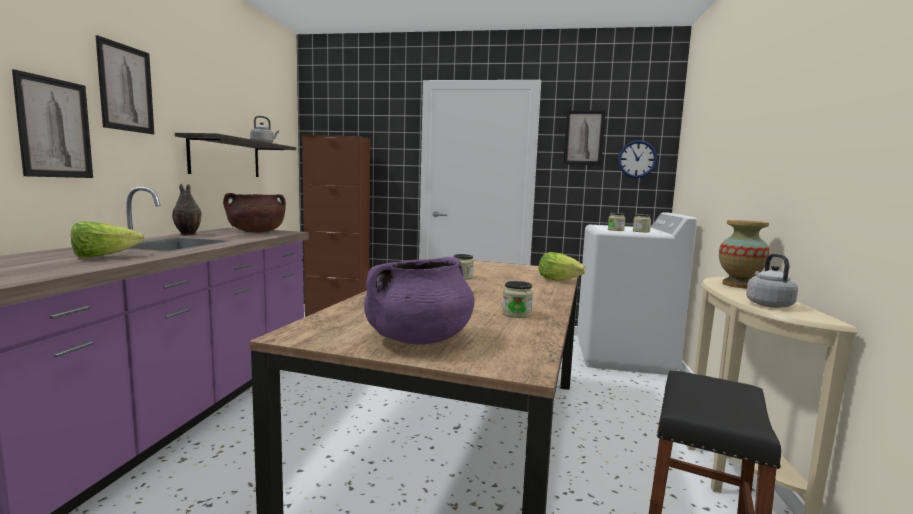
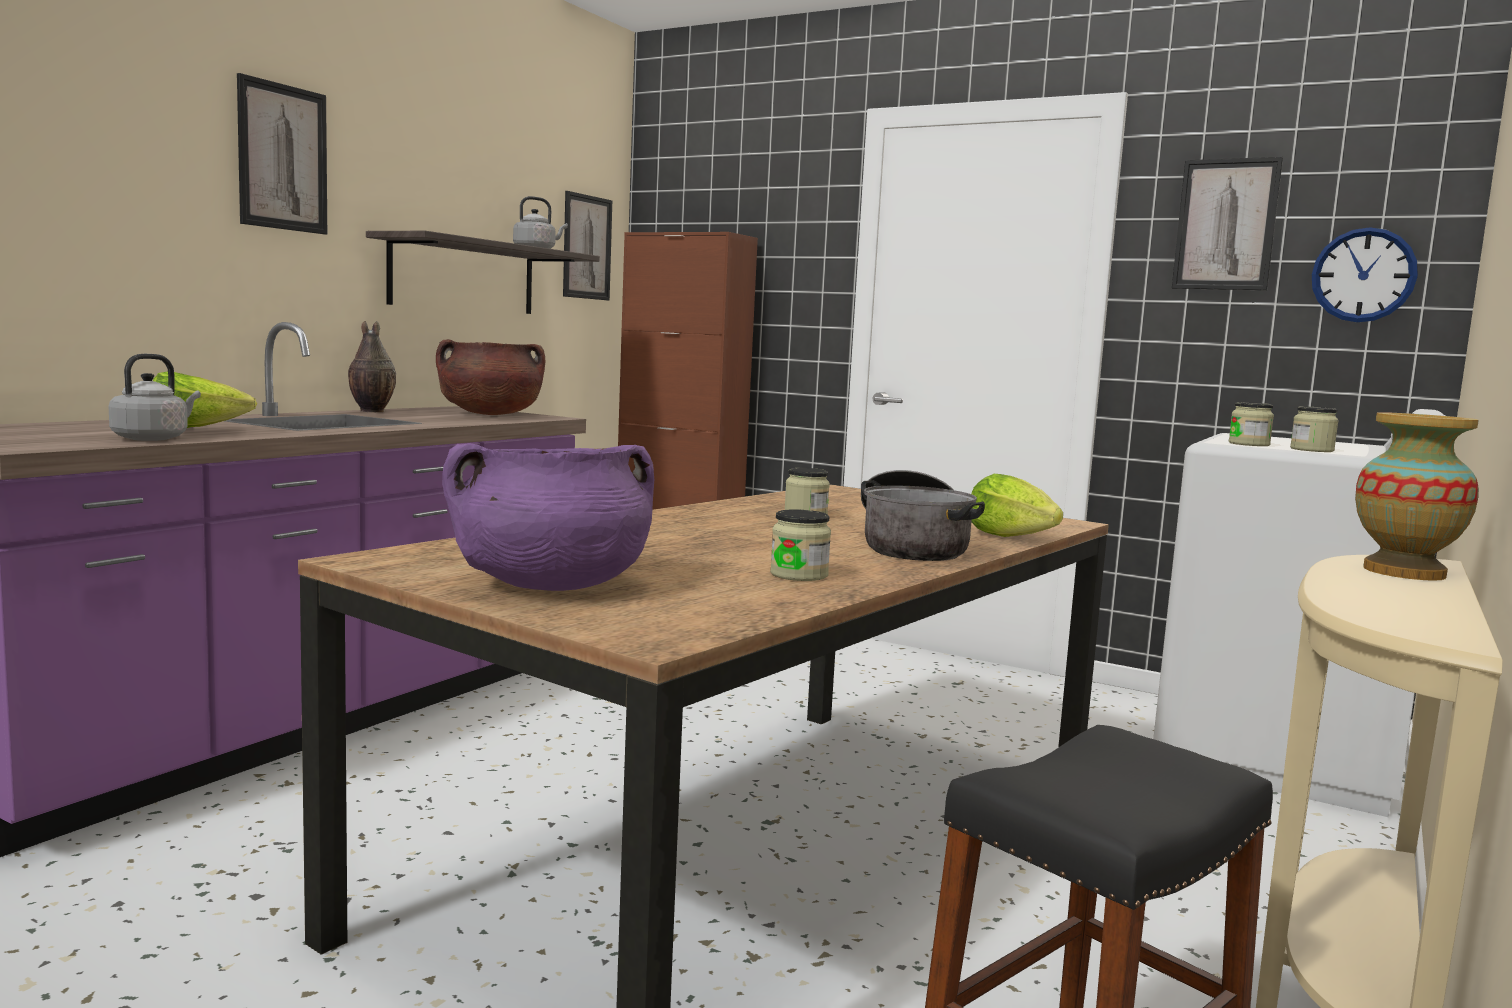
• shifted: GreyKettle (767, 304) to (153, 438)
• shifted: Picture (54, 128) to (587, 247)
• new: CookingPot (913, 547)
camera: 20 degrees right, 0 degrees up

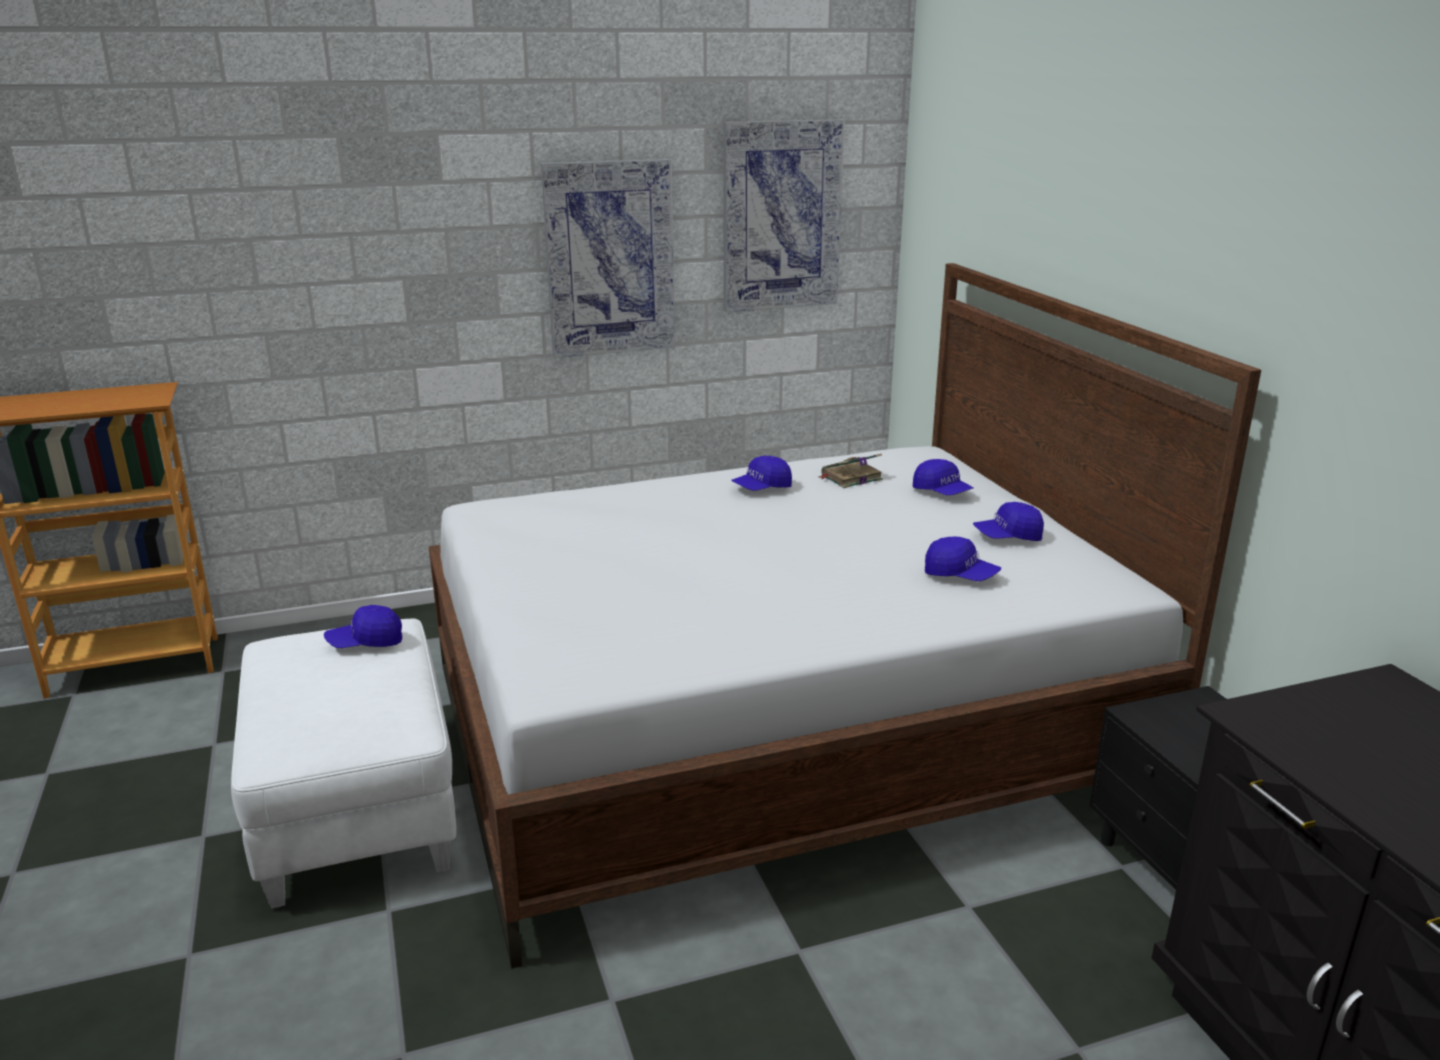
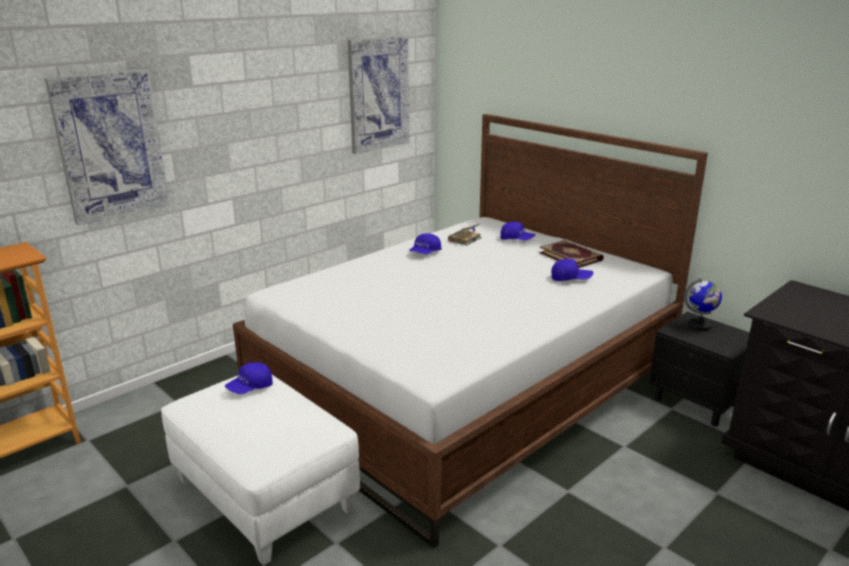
• shifted: Picture (609, 258) to (110, 146)
• swapped: BlueCap (1007, 537) to Book (571, 256)
• new: Globe (700, 326)
camera: 25 degrees left, 0 degrees up

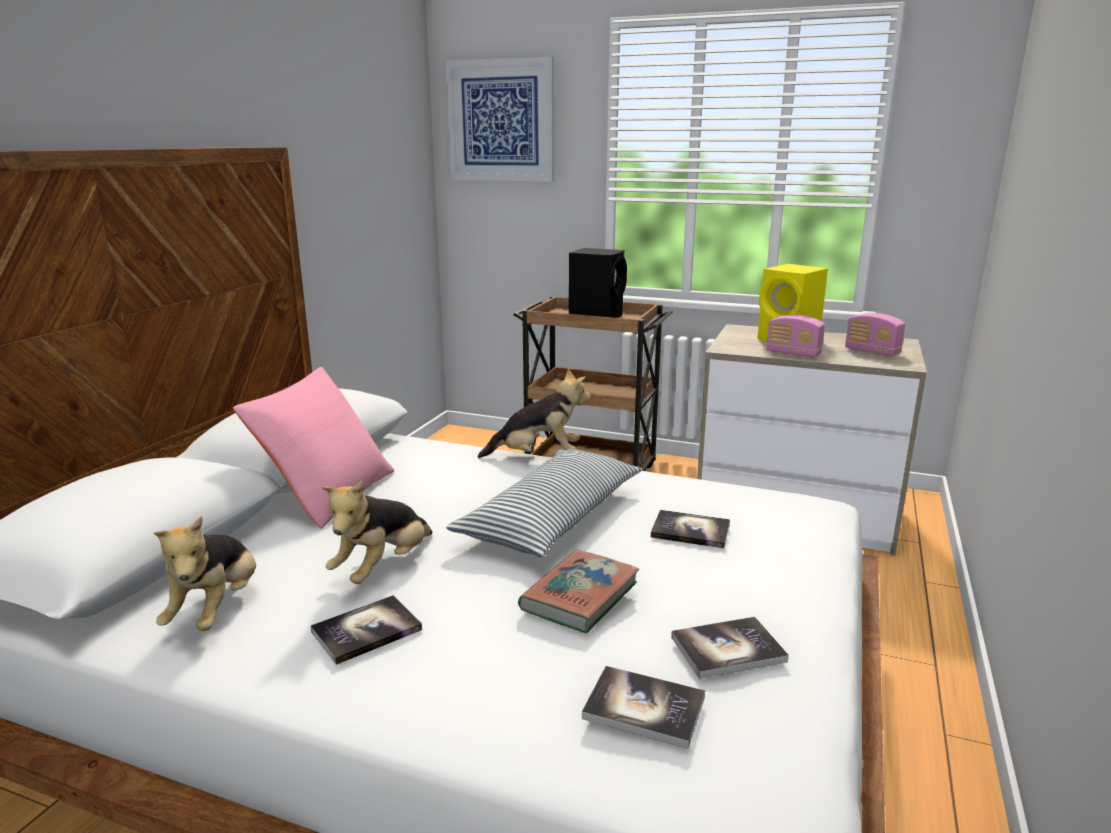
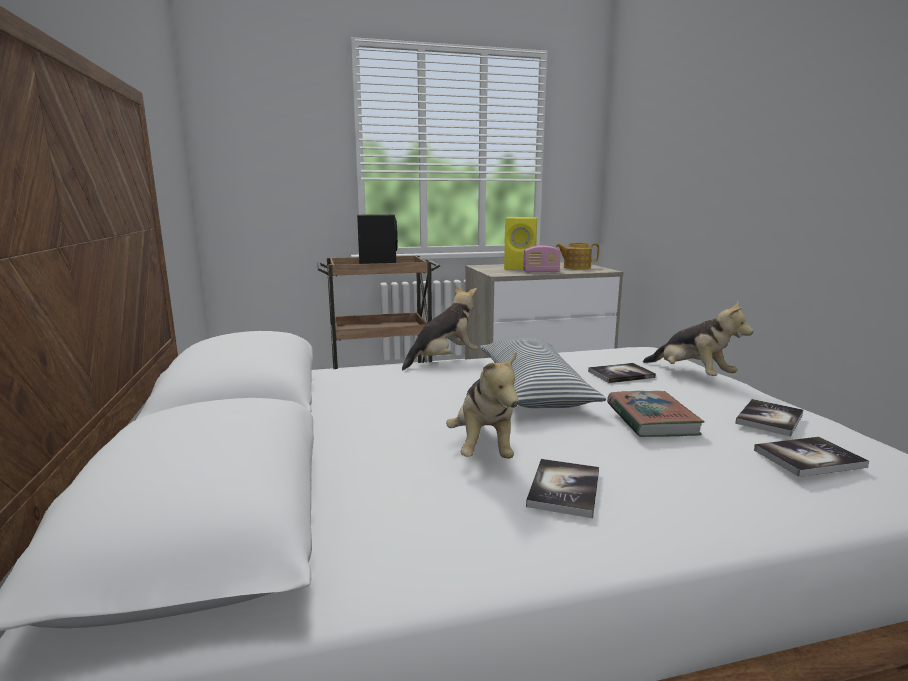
• swapped: Radio (872, 352) to Teapot (576, 267)
• shifted: PlushToy (217, 610) to (691, 375)
• gone: PinkPillow (326, 493)
• gone: Picture (501, 121)
camera: 35 degrees left, 5 degrees down

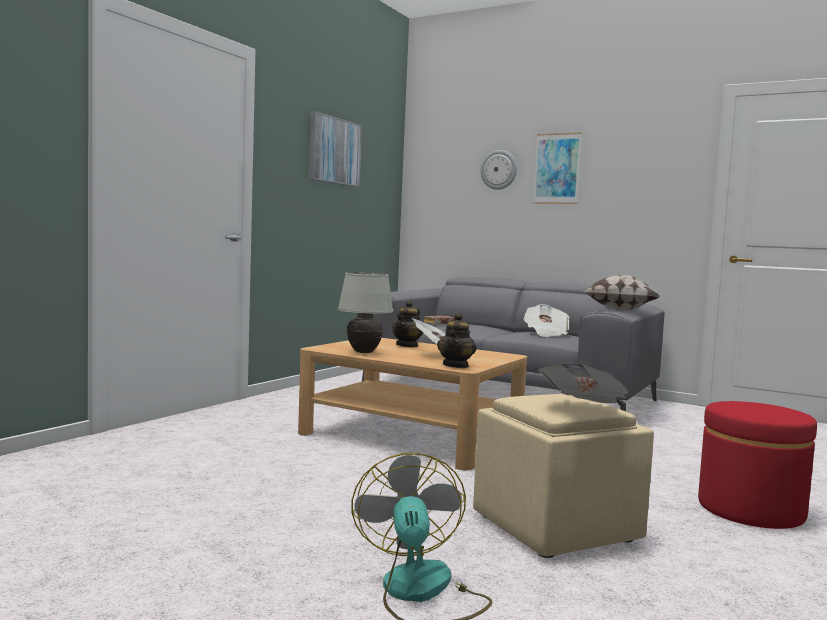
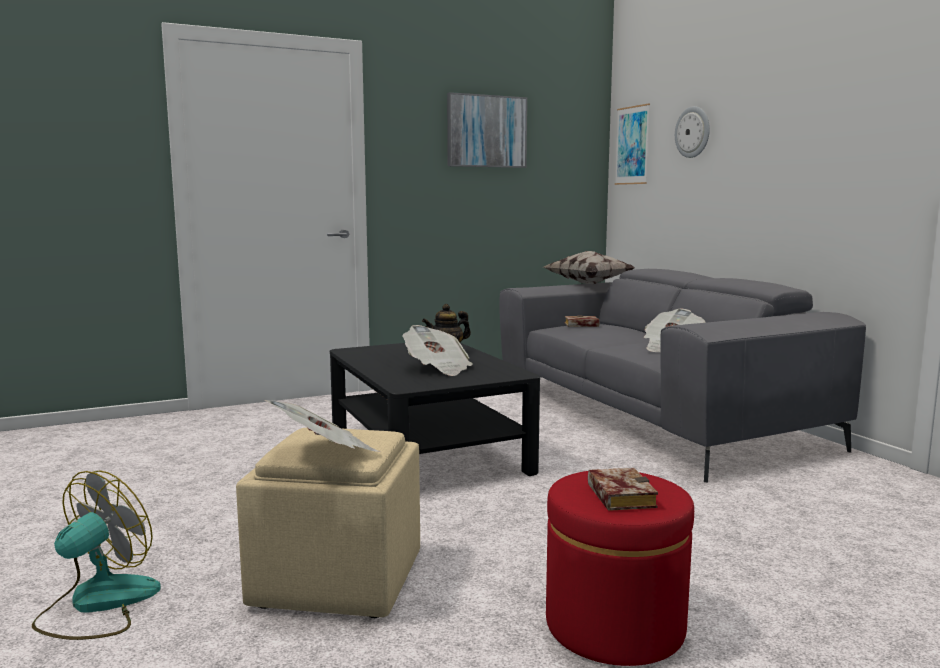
• repainted: BeigeCoffeeTable (411, 436) to BlackCoffeeTable (428, 451)
• shifted: Pillow (617, 309) to (588, 283)
• new: Book (617, 495)
• shifted: Picture (557, 168) to (632, 145)
• gone: WhiteTableLamp (364, 352)
• gone: Teapot (456, 365)
camera: 35 degrees right, 5 degrees up

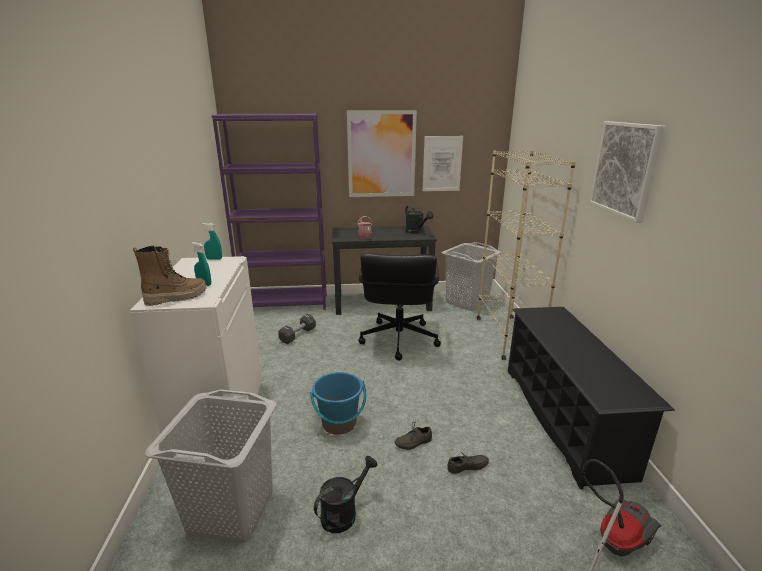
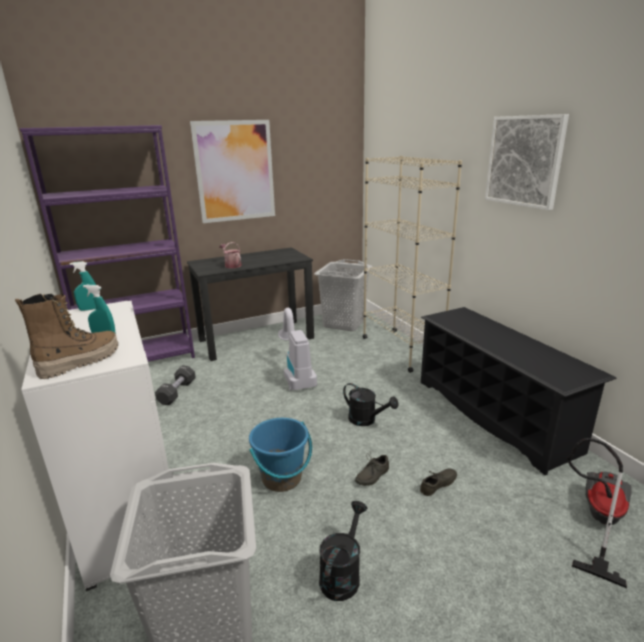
• swapped: BlackOfficeChair (398, 339) to VacuumCleaner (295, 374)
• shifted: BlackWateringCan (416, 232) to (367, 420)
• gone: Picture (442, 164)
camera: 20 degrees left, 0 degrees up

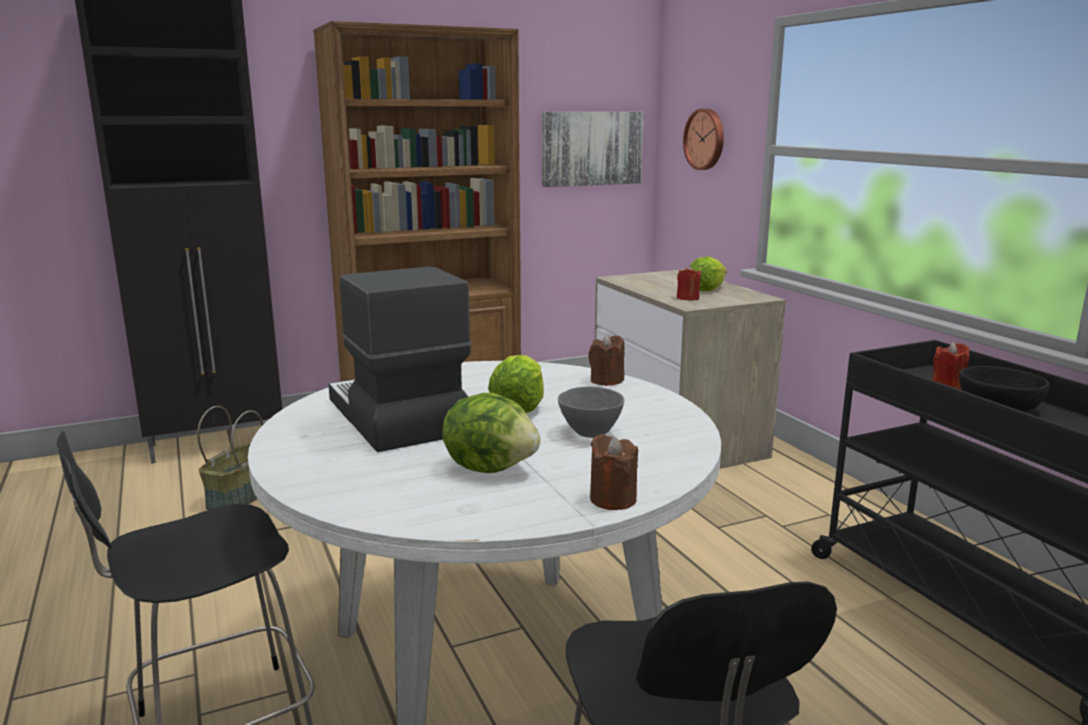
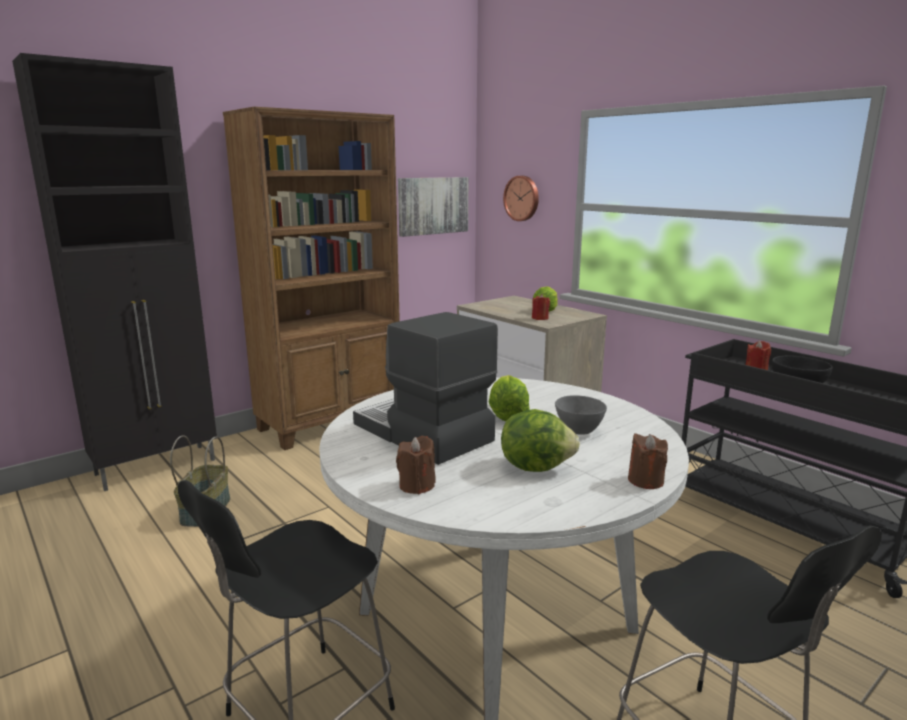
• shifted: BrownCandle (606, 381) to (417, 485)
camera: 15 degrees left, 0 degrees up

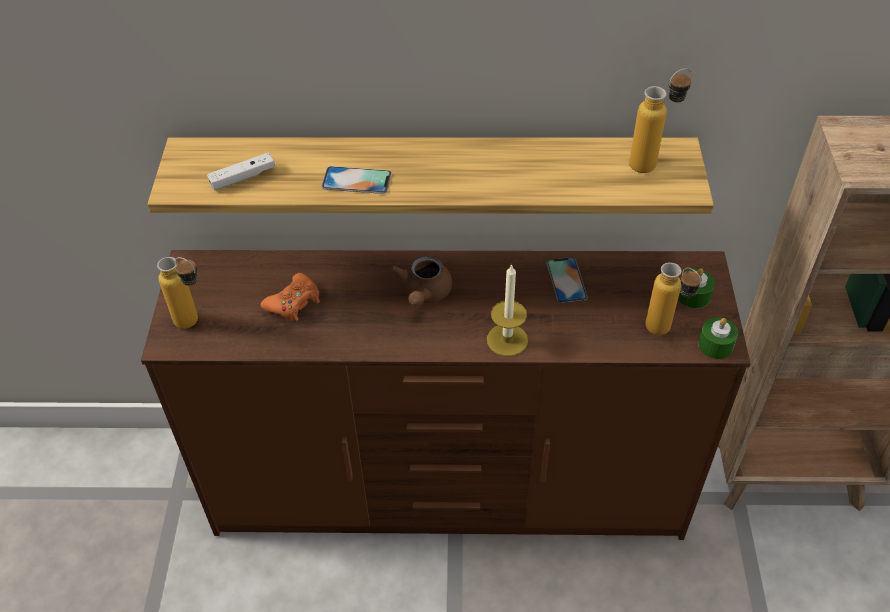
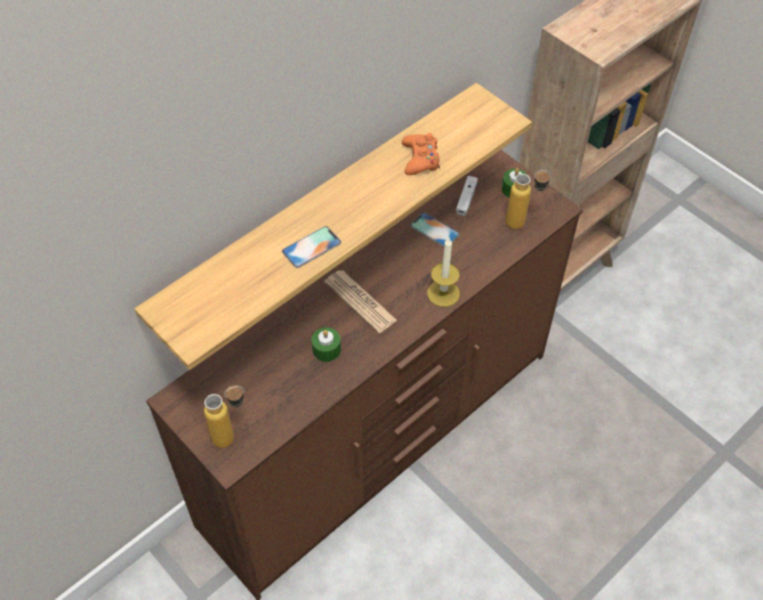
• shifted: GreenCandle (715, 345) to (326, 349)
• swapped: BrownTeapot (423, 294) to Newspaper (360, 301)
• shifted: OrangeGameController (294, 303) to (420, 159)
• shifted: WhiteGameController (243, 177) to (466, 199)
• gone: Bottle (652, 162)
camera: 45 degrees left, 5 degrees up

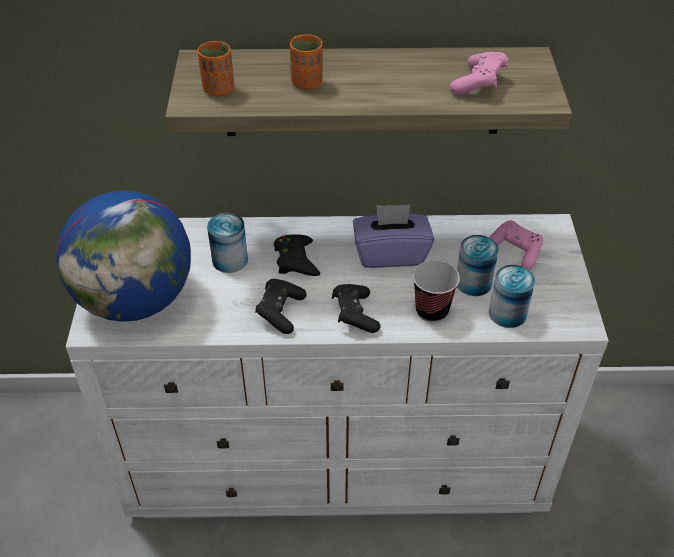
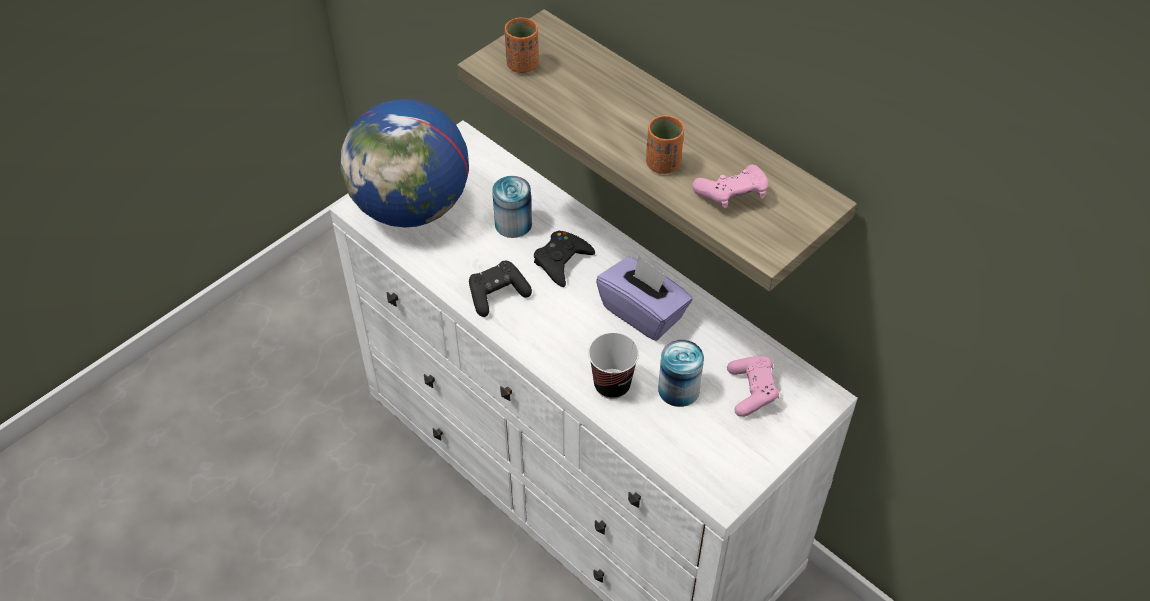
• shifted: OrangeCup (307, 83) to (663, 164)
• gone: BlackGameController (354, 315)
• gone: Can (507, 313)
camera: 45 degrees right, 5 degrees up

